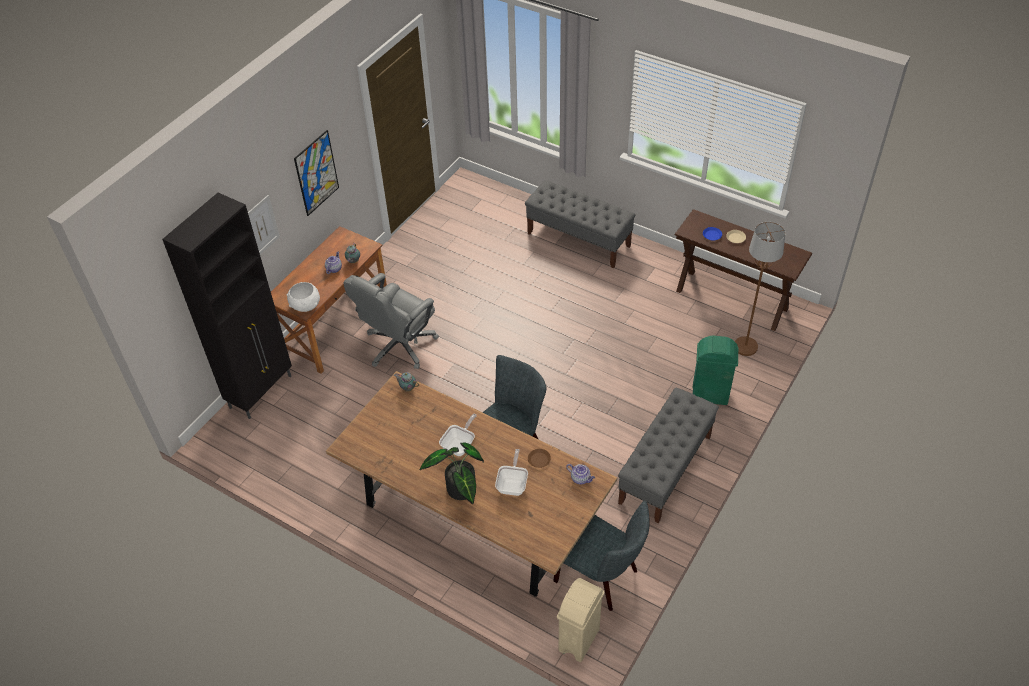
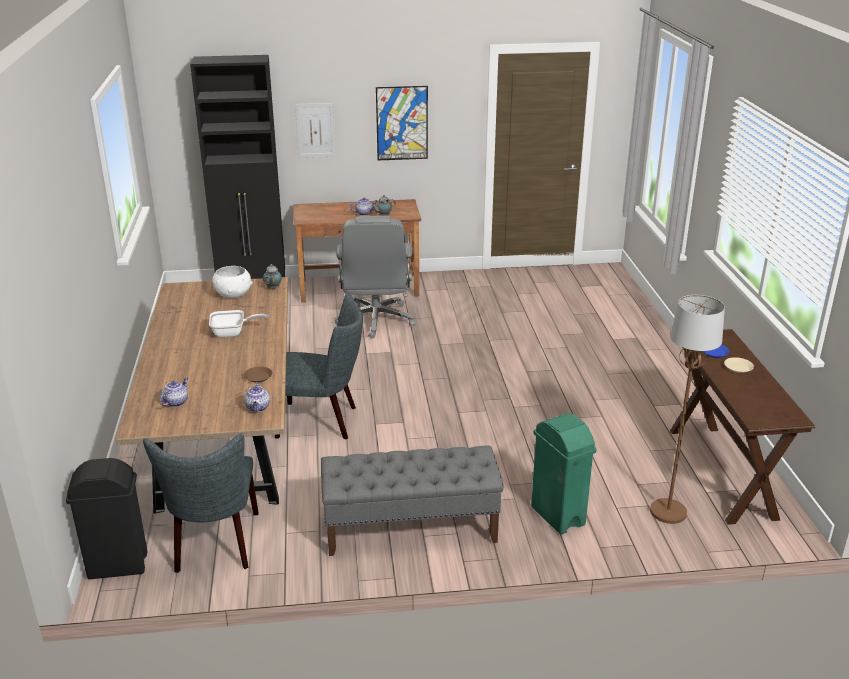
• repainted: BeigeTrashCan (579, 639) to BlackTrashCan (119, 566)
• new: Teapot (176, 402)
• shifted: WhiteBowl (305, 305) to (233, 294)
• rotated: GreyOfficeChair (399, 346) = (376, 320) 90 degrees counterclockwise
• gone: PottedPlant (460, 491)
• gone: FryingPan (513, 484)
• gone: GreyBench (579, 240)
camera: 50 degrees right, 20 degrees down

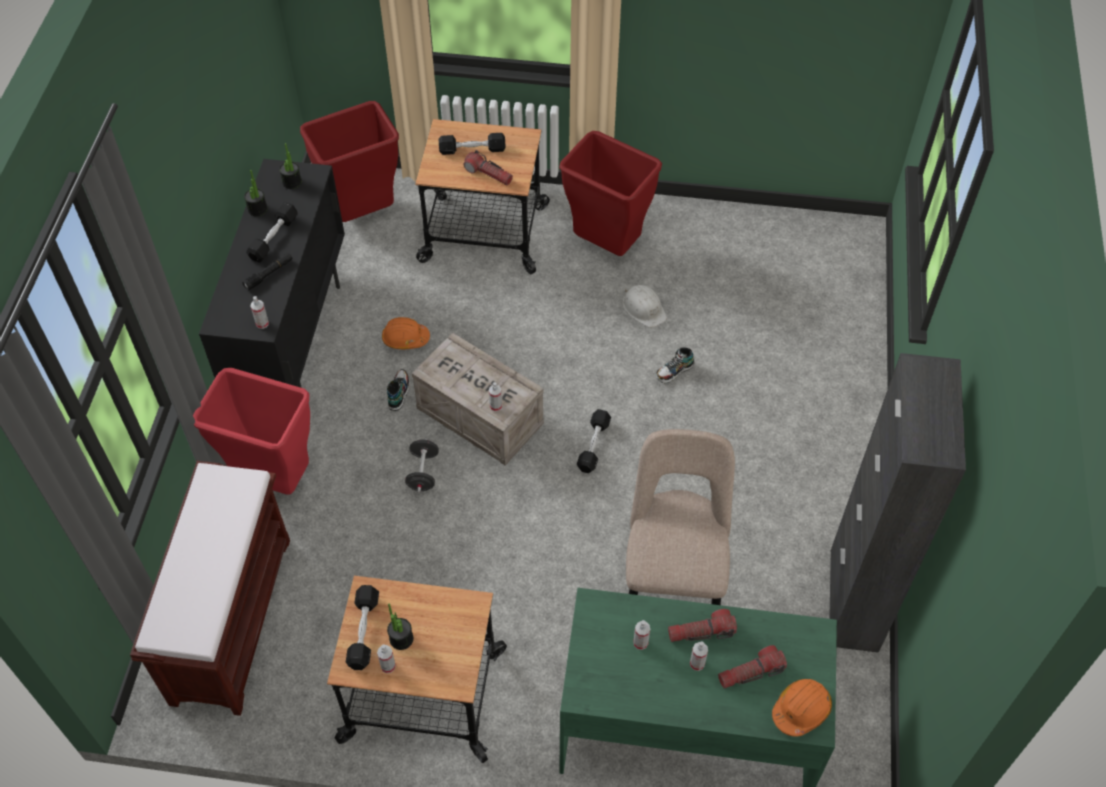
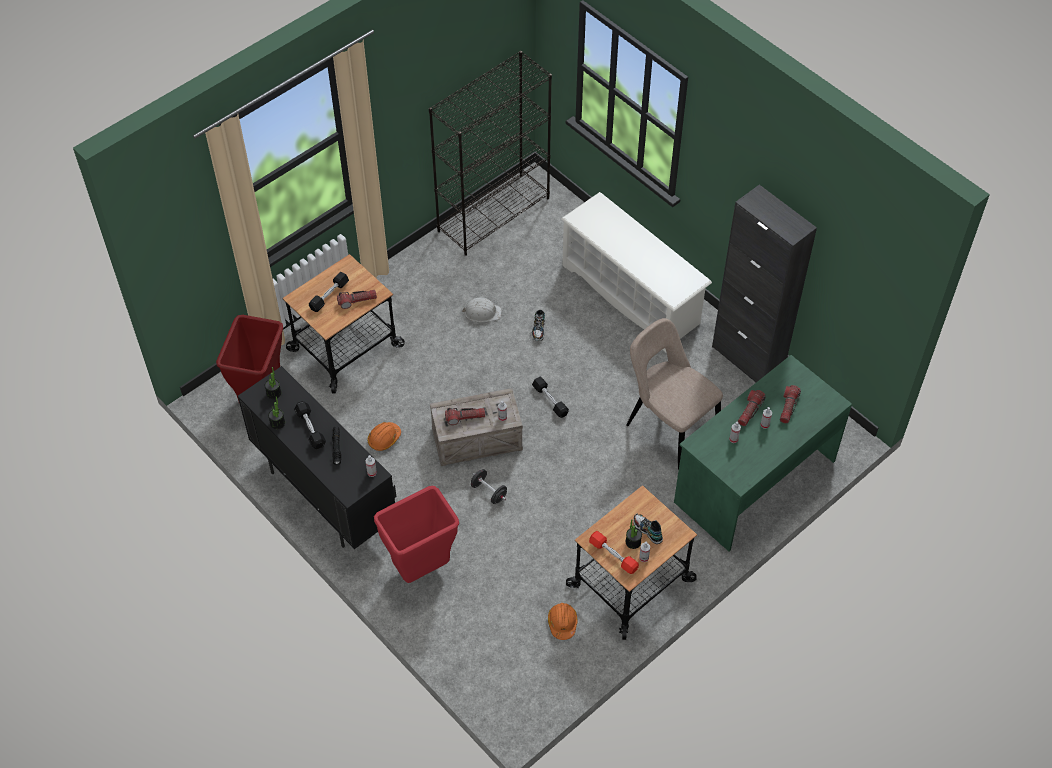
• new: BlackBookcase (494, 214)
• new: Flashlight (465, 418)
• shifted: OrangeHardHat (801, 710) to (562, 623)
• new: WhiteShoeRack (631, 295)
• repainted: BlackDumbbell (363, 631) to RedDumbbell (613, 556)
• shifted: Shoe (398, 393) to (647, 531)
• gone: BrownBench (231, 617)
• gone: RedTrashCan (608, 246)
camera: 50 degrees left, 0 degrees up

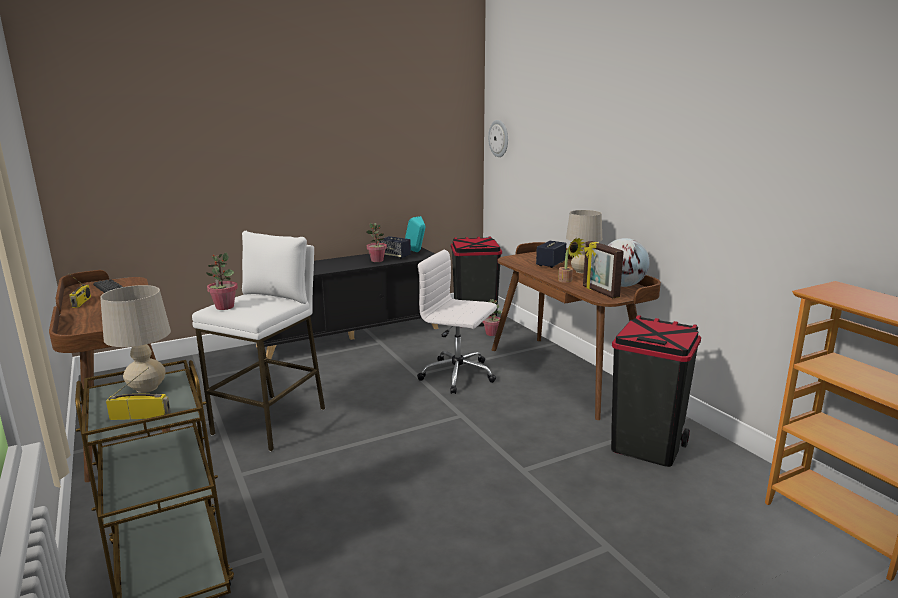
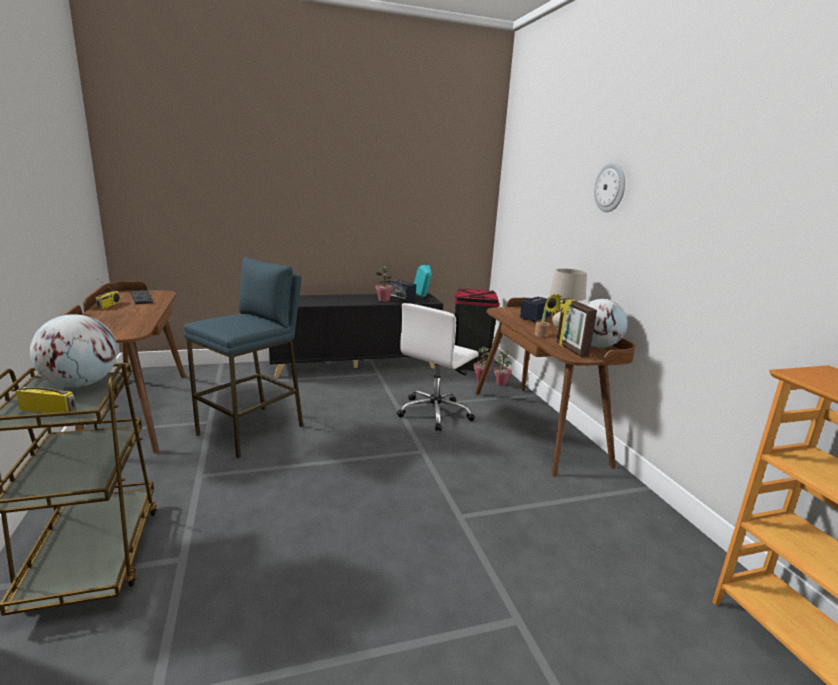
• swapped: BeigeTableLamp (147, 388) to Globe (80, 384)
• repainted: WhiteStool (271, 421) to BlueStool (252, 430)
• rotated: WhiteOfficeChair (459, 375) = (435, 413) 90 degrees counterclockwise
• shifted: PottedPlant (224, 307) to (501, 383)
• shifted: WallClock (499, 138) to (610, 187)
• gone: BlackTrashCan (646, 446)
camera: 10 degrees right, 0 degrees up

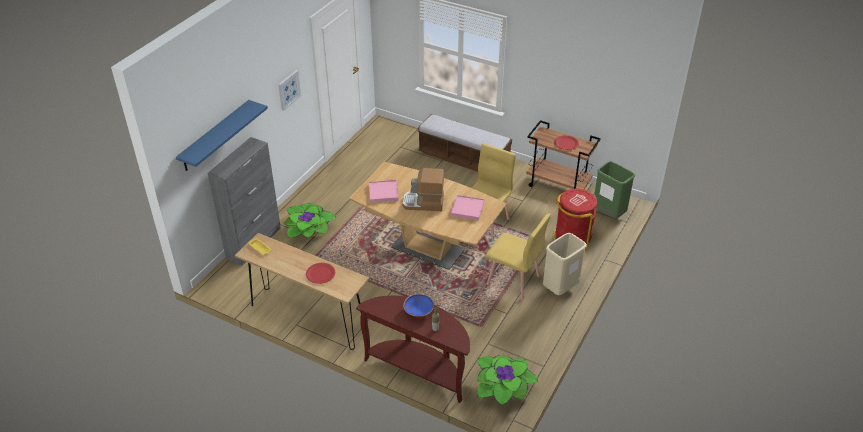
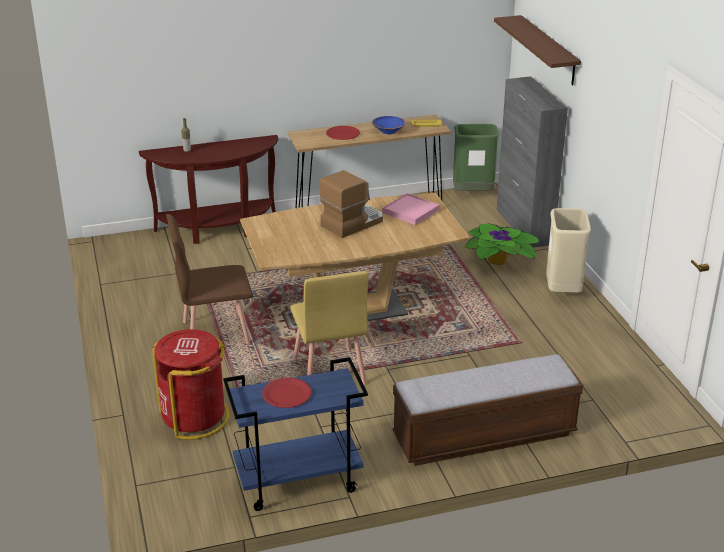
• repainted: YellowChair (513, 280) to BrownChair (215, 332)
• repainted: BrownCart (558, 185) to BlueCart (297, 482)
• shifted: BlueBowl (419, 311) to (388, 132)
• shifted: GreenTrashCan (608, 214) to (473, 193)
• repainted: BlueShelf (215, 136) to BrownShelf (548, 50)
• shifted: BeigeTrashCan (560, 288) to (563, 291)
• gone: Picture (289, 90)
• gone: PinkTray (467, 209)
• gone: PottedPlant (503, 388)
camera: 135 degrees right, 10 degrees down

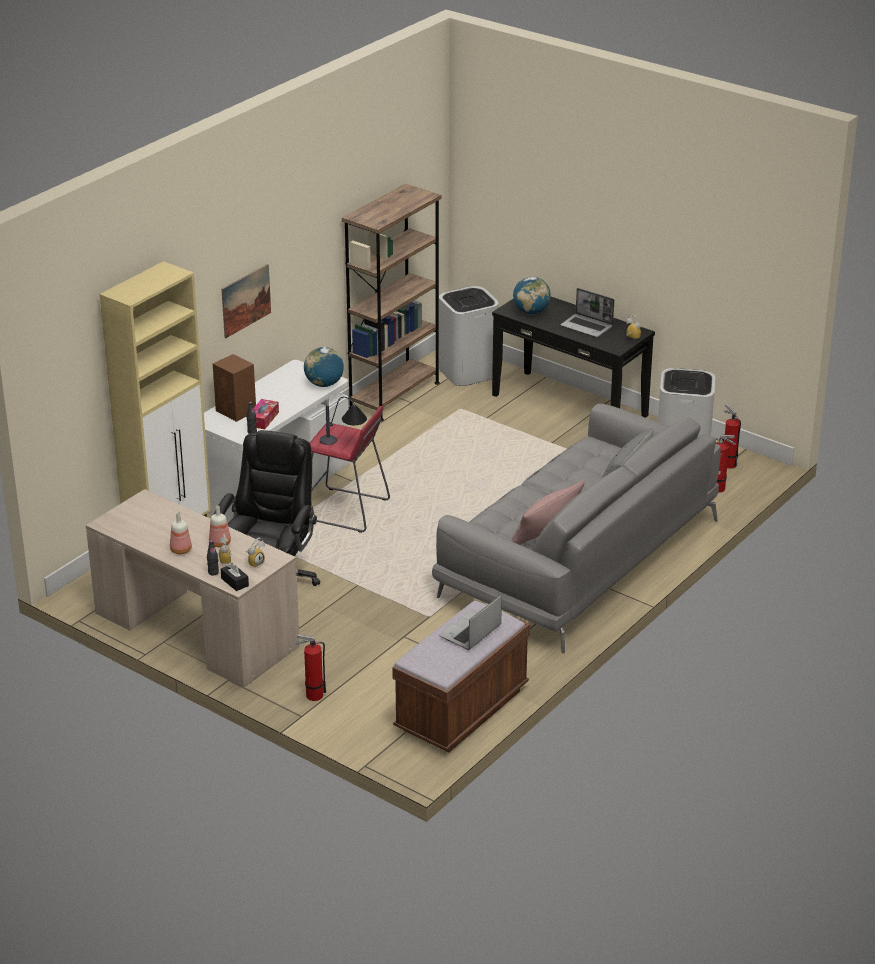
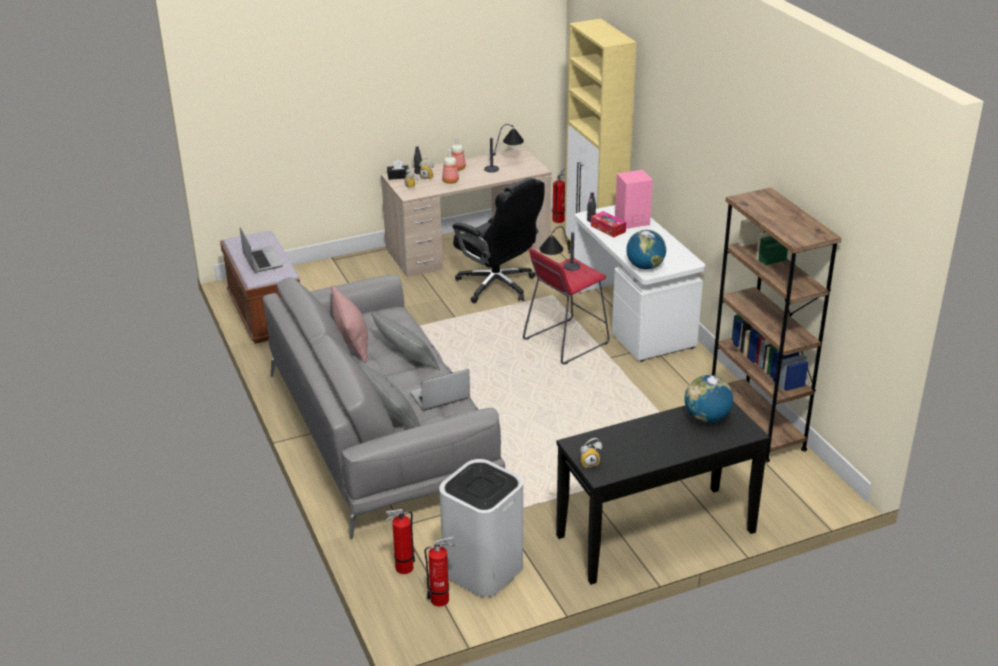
• new: GreyPillow (406, 356)
• shifted: Laptop (587, 326) to (439, 397)
• new: TableLamp (505, 166)
• shifted: FireExtinguisher (312, 695) to (559, 219)
• repainted: BrownSpeaker (236, 411) to PinkSpeaker (631, 221)
• gone: Picture (246, 300)
• gone: WhiteTrashCan (468, 372)
camera: 120 degrees right, 0 degrees up

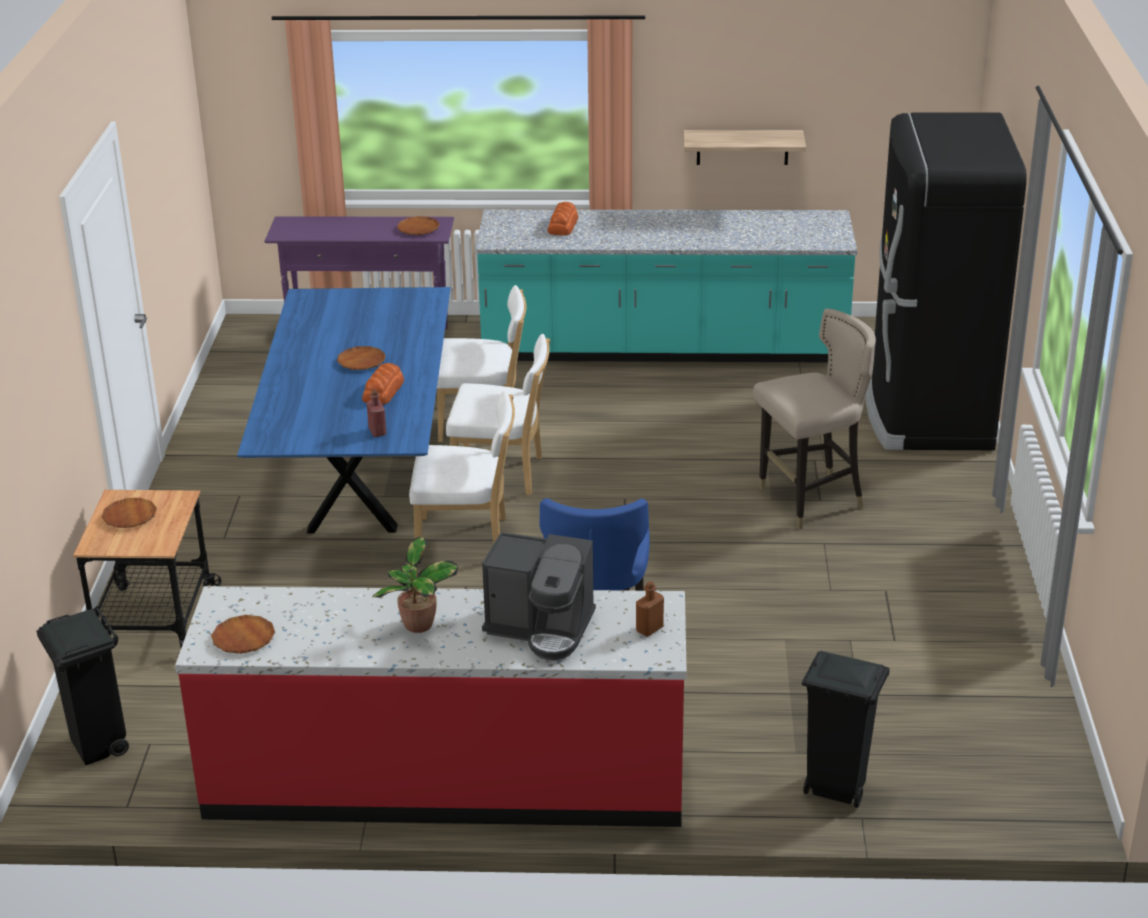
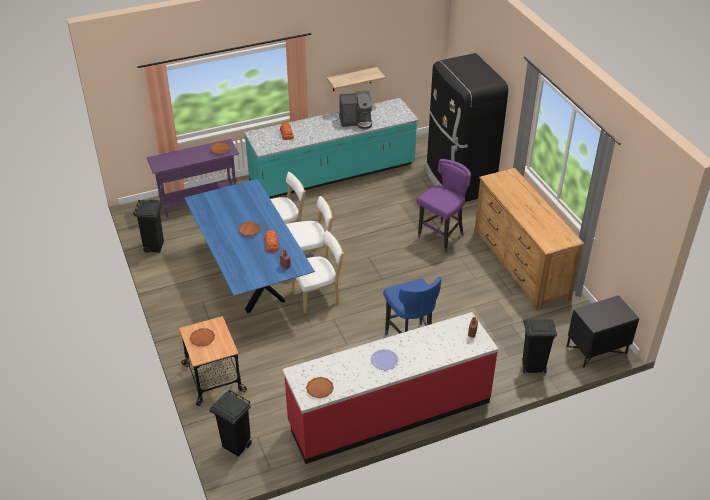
• new: BlackTrashCan (154, 246)
• shifted: CoffeeMachine (541, 628) to (356, 121)
• swapped: PottedPlant (418, 626) to Plate (384, 360)
• repainted: BeigeStool (810, 501) to PurpleStool (441, 238)
• new: BrownDresser (520, 264)
• new: BlackNightstand (596, 350)
camera: 25 degrees left, 10 degrees up

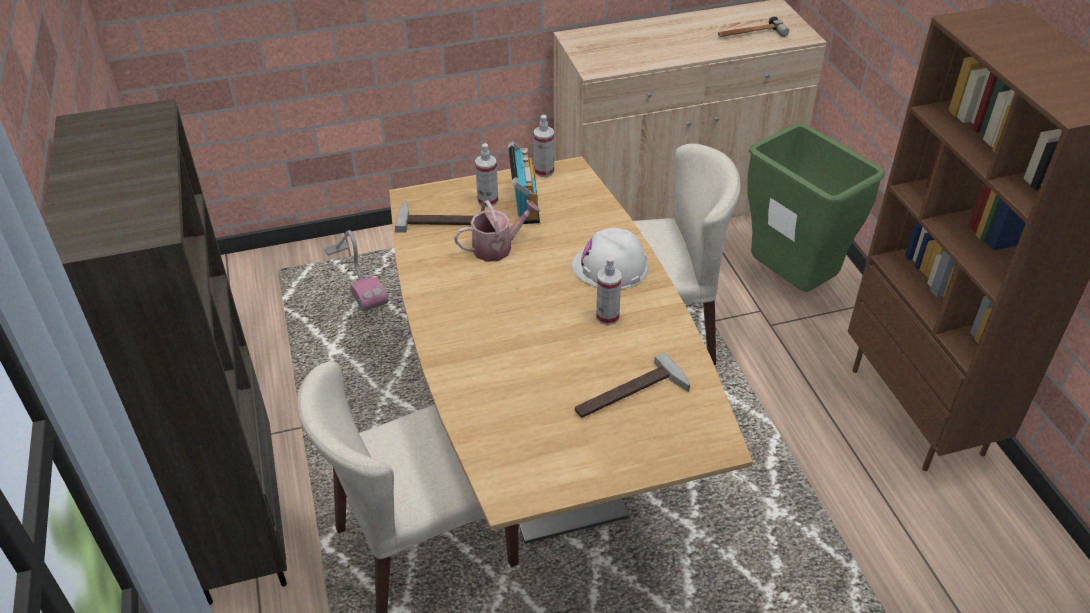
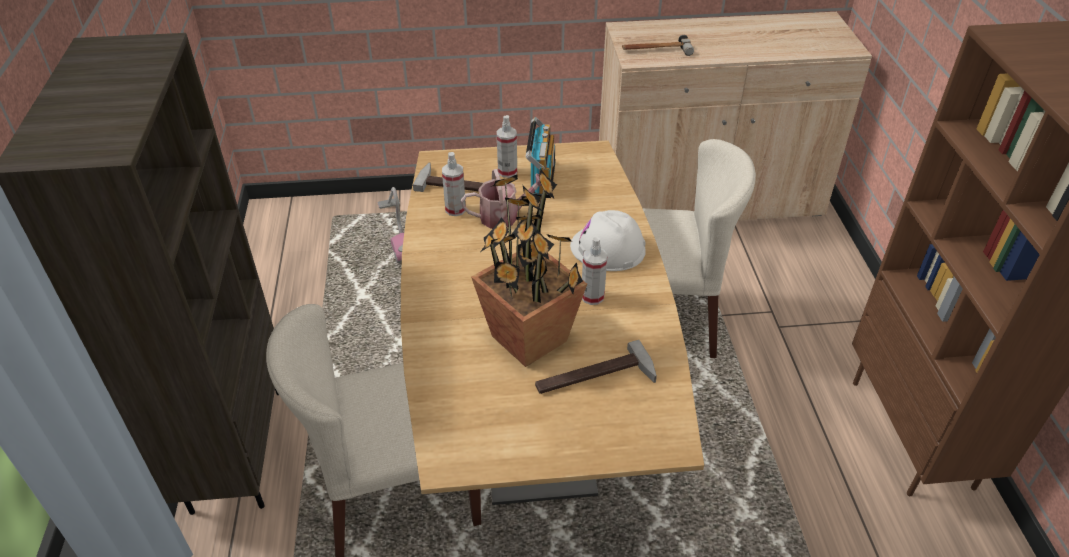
• shifted: SprayBottle (544, 171) to (455, 209)
• new: PottedPlant (528, 339)
• shifted: Hammer (750, 34) to (656, 50)
• gone: GreenTrashCan (791, 283)
camera: 10 degrees right, 0 degrees up

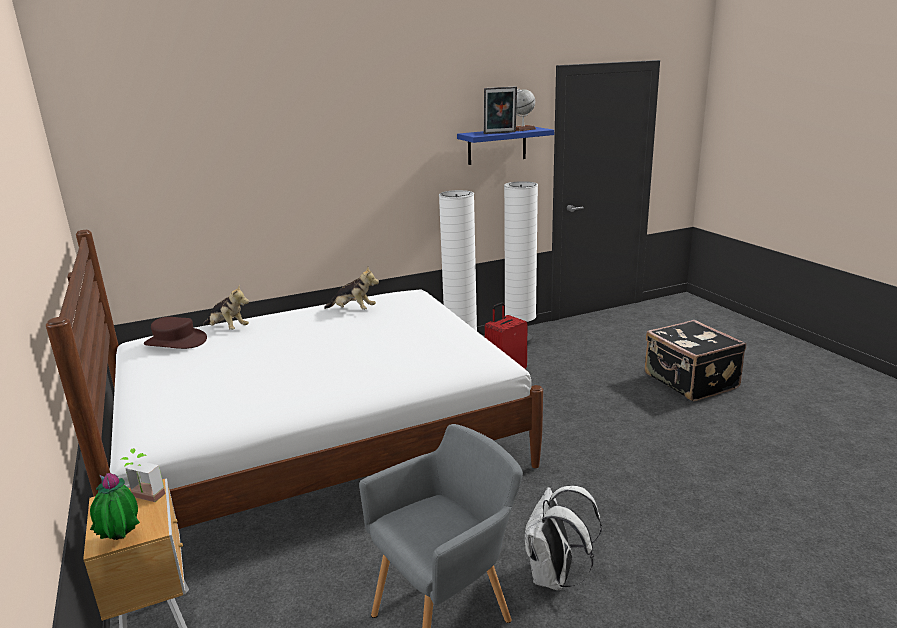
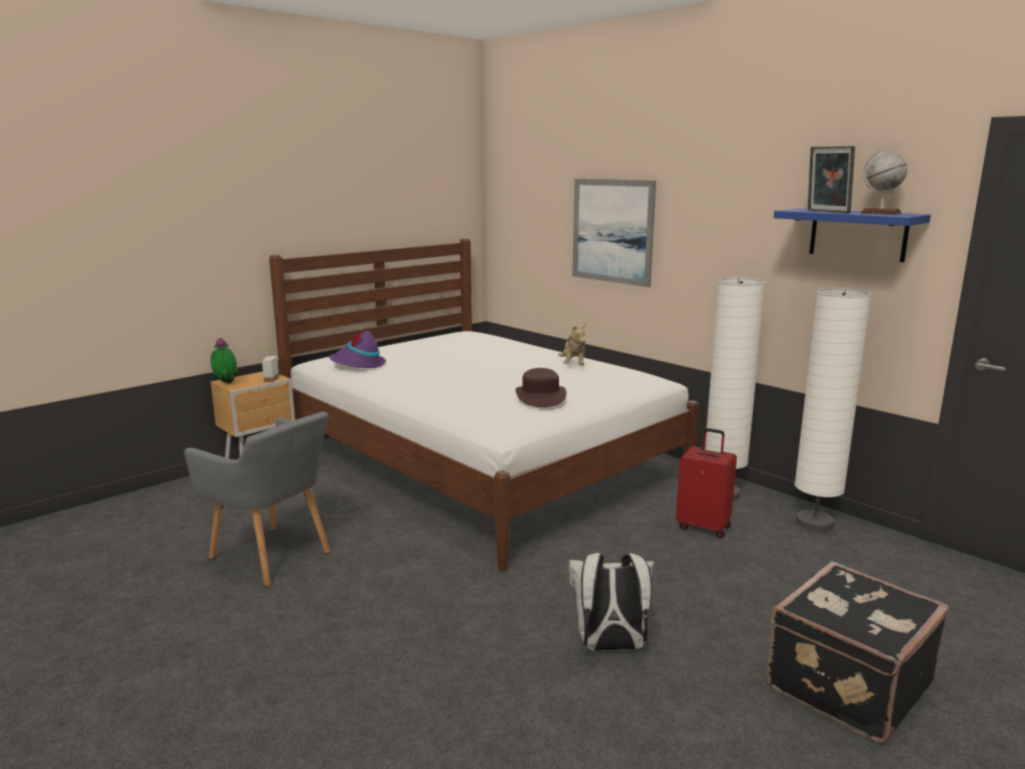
• new: PurpleHat (358, 364)
• shifted: BrownHat (175, 342) to (540, 396)
• shifted: WhiteBackpack (555, 577) to (610, 647)
• new: Picture (612, 231)
• gone: PlushToy (227, 329)
camera: 70 degrees right, 5 degrees down

